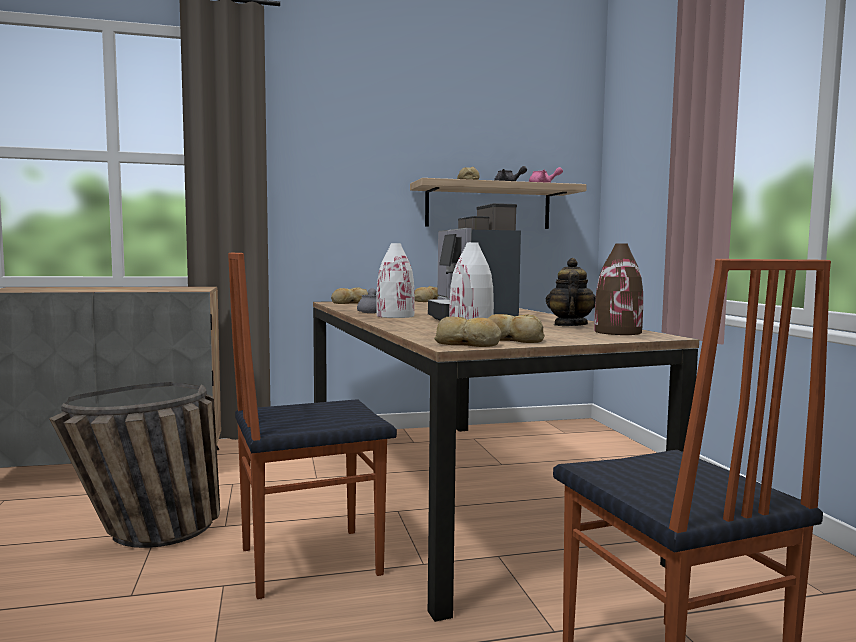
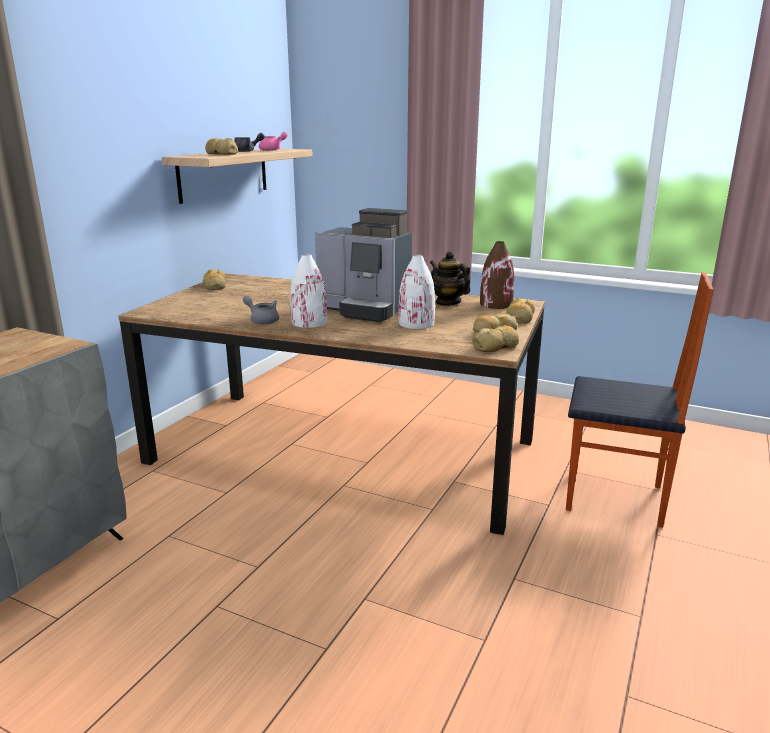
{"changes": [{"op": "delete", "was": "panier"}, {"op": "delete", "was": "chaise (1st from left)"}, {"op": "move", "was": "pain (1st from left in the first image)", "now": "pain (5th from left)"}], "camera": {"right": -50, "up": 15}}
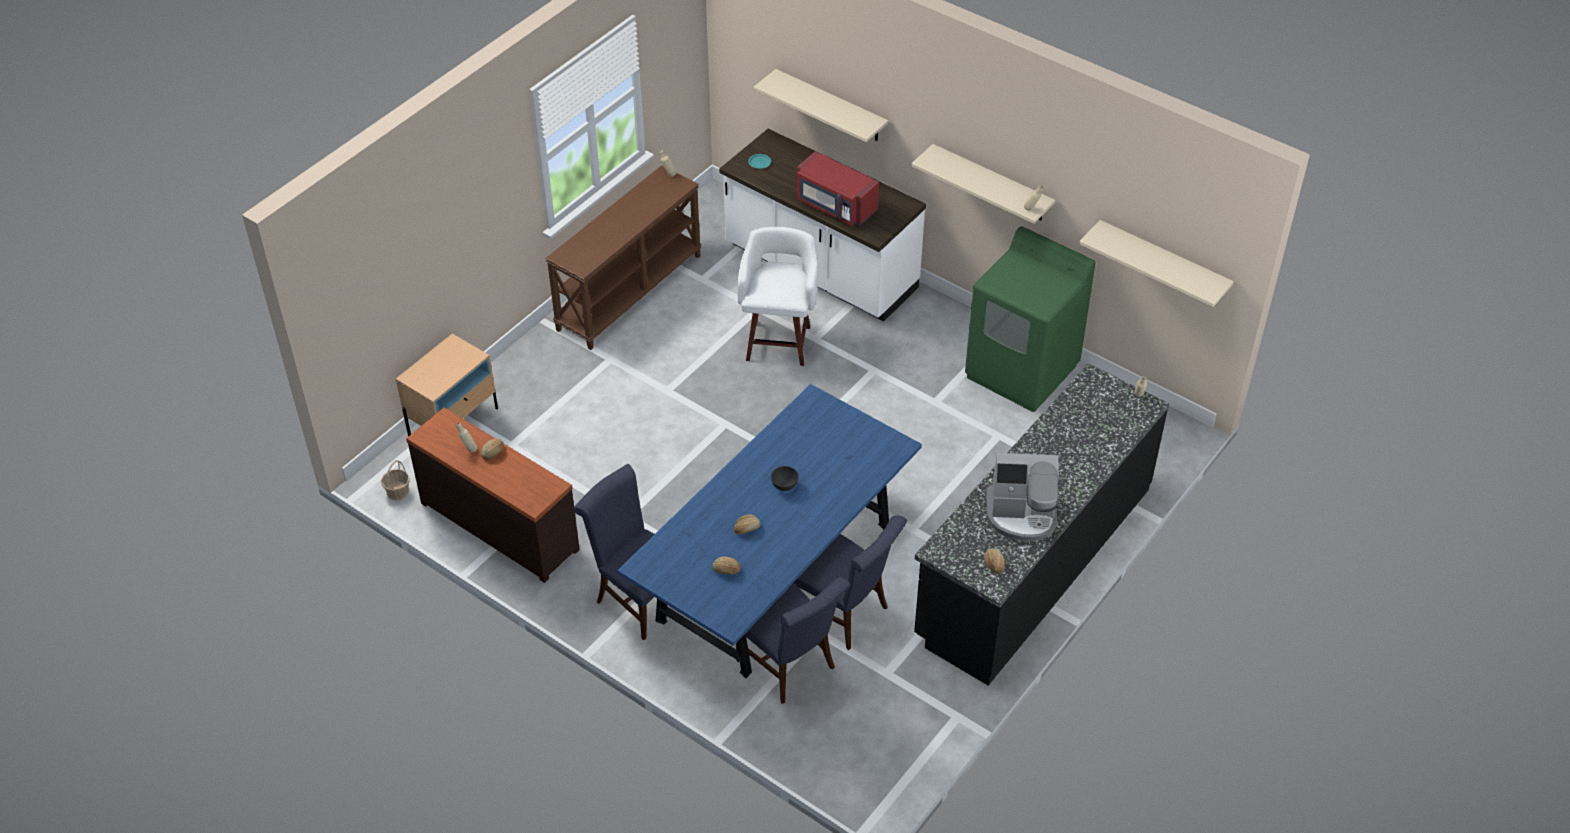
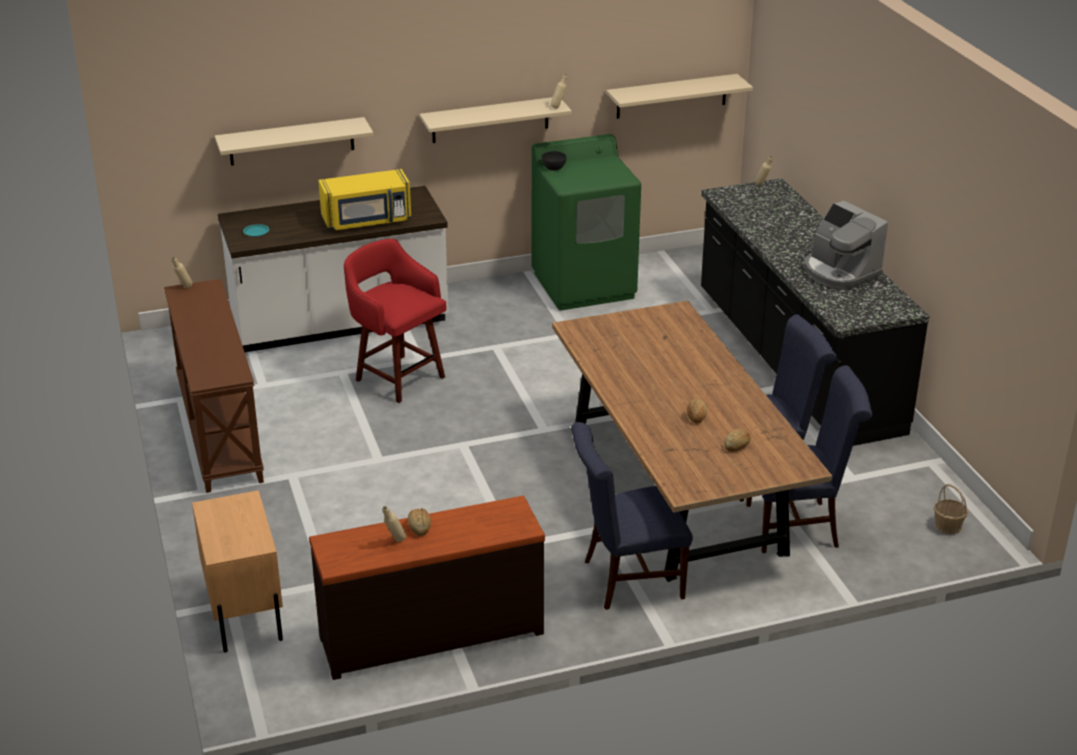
{"changes": [{"op": "move", "was": "panier"}, {"op": "recolor", "was": "table à manger [bleu]", "now": "table à manger [marron]"}, {"op": "recolor", "was": "tabouret [blanc]", "now": "tabouret [rouge]"}, {"op": "move", "was": "bol [gris]"}, {"op": "recolor", "was": "micro-ondes [rouge]", "now": "micro-ondes [jaune]"}, {"op": "delete", "was": "pain (4th from left)"}, {"op": "rotate", "was": "machine à café", "clockwise": 105}], "camera": {"right": -55, "up": -15}}
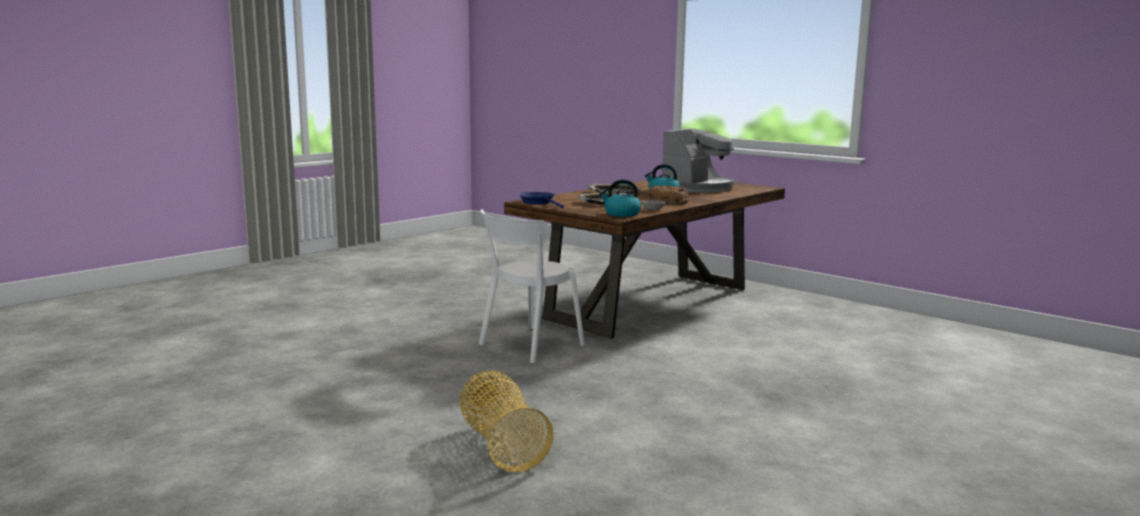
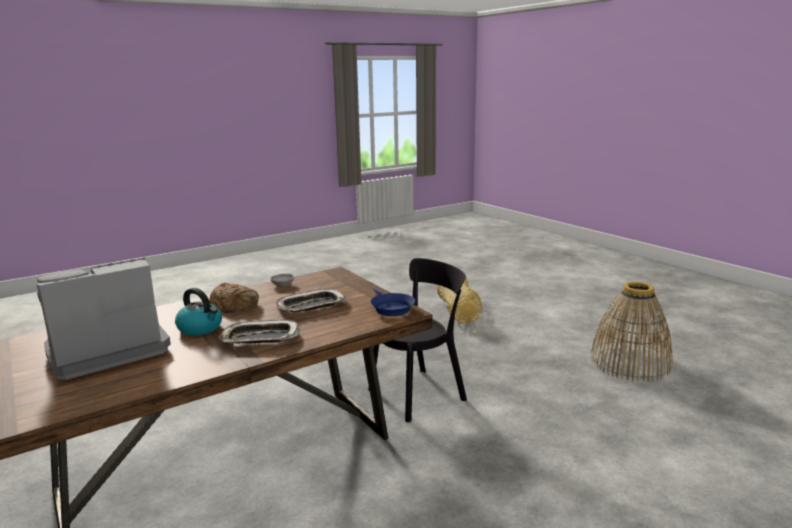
{"changes": [{"op": "recolor", "was": "chaise [blanc]", "now": "chaise [noir]"}, {"op": "delete", "was": "bouilloire (1st from left)"}, {"op": "insert", "now": "panier (2nd from left)"}], "camera": {"right": -165, "up": 5}}
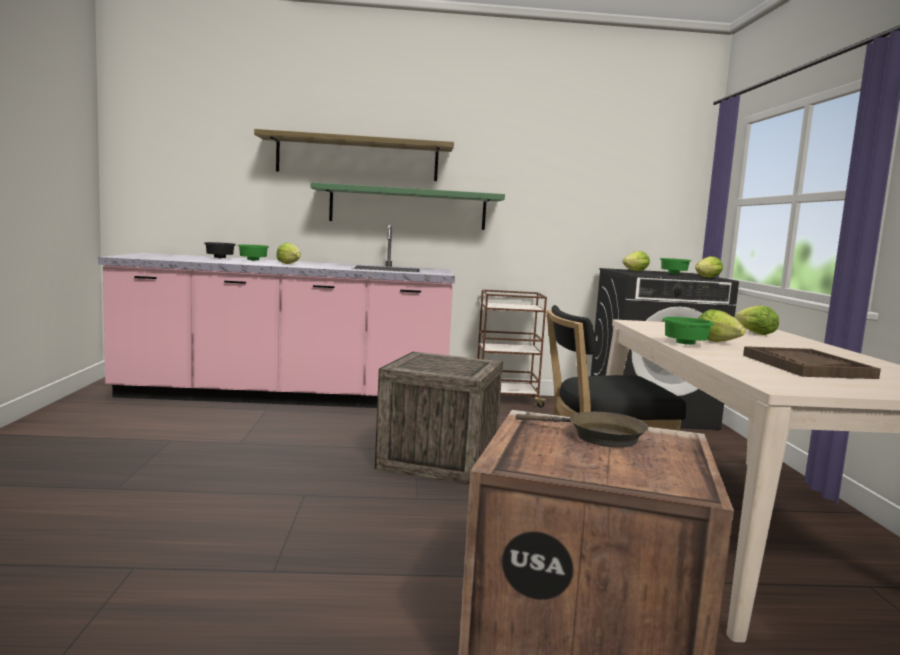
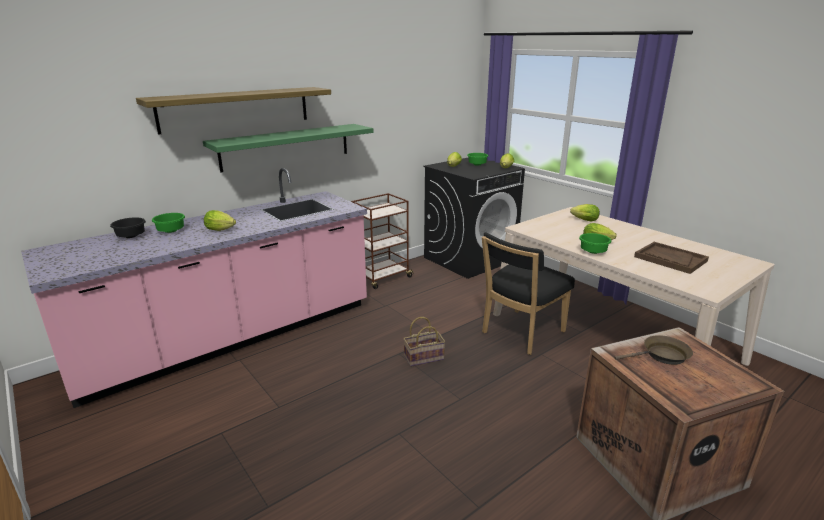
{"changes": [{"op": "replace", "was": "caisse (1st from left)", "now": "panier"}], "camera": {"right": -35, "up": 15}}
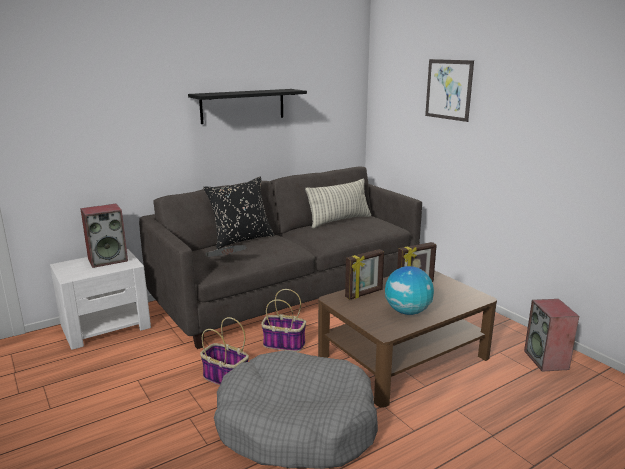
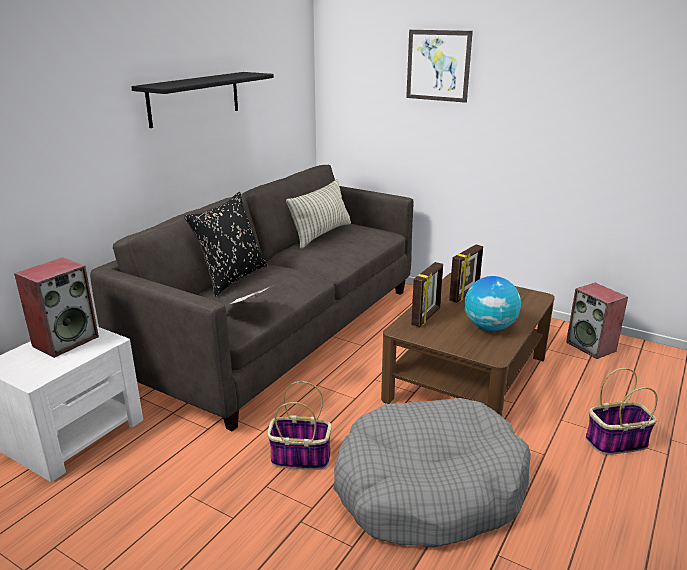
{"changes": [{"op": "move", "was": "panier (2nd from left)"}], "camera": {"right": -25, "up": 5}}
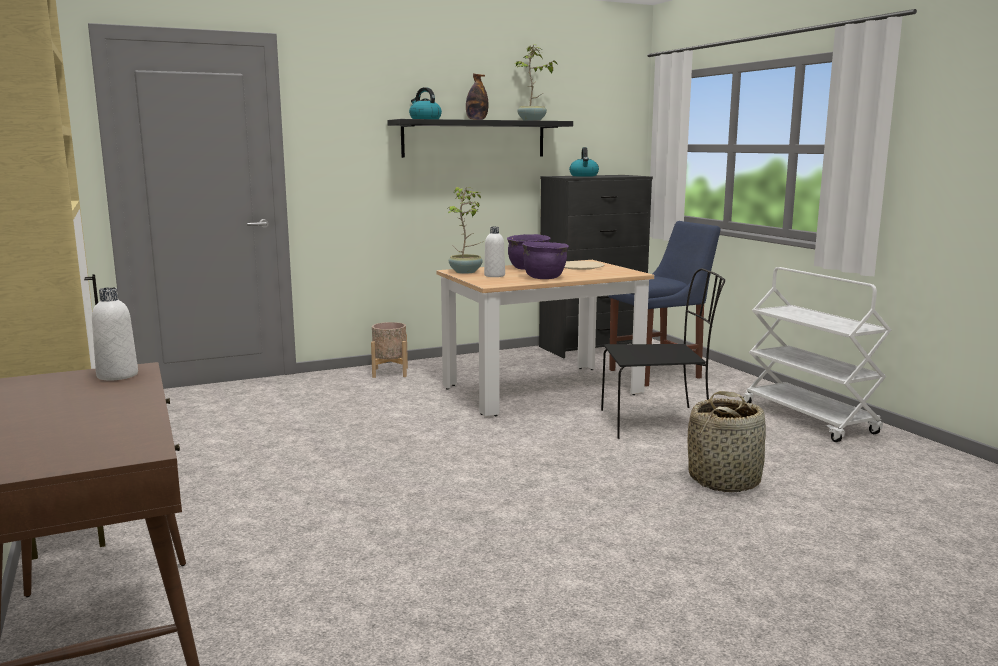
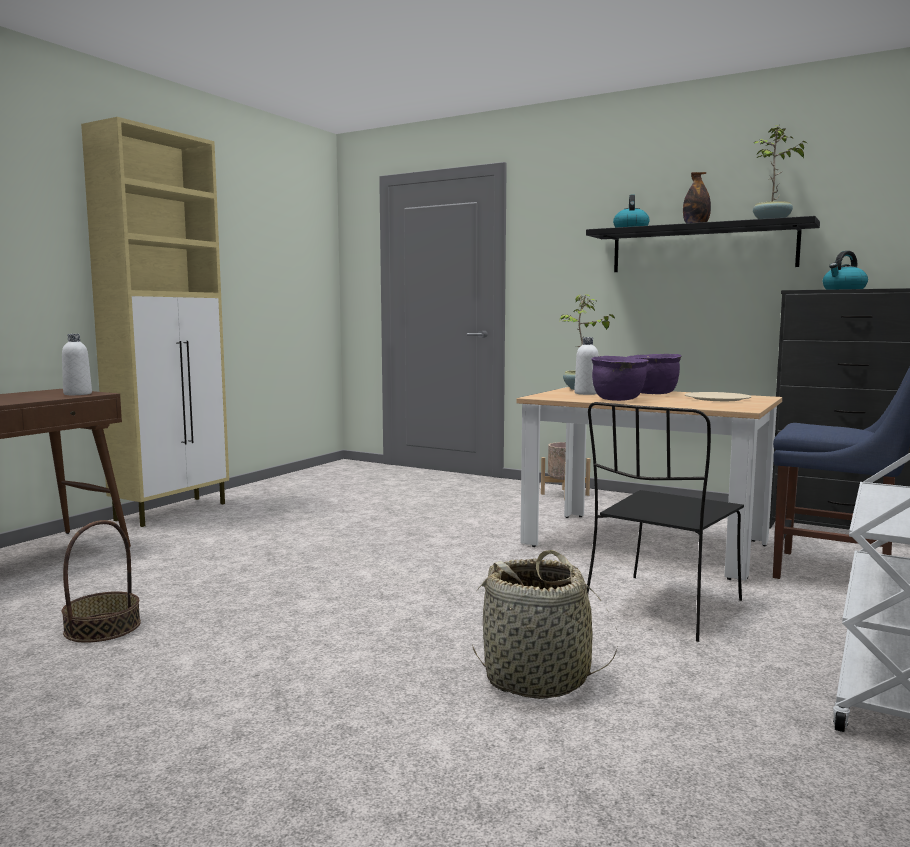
{"changes": [{"op": "rotate", "was": "chaise [noir]", "clockwise": 75}, {"op": "insert", "now": "panier (1st from left)"}], "camera": {"right": 55, "up": -5}}
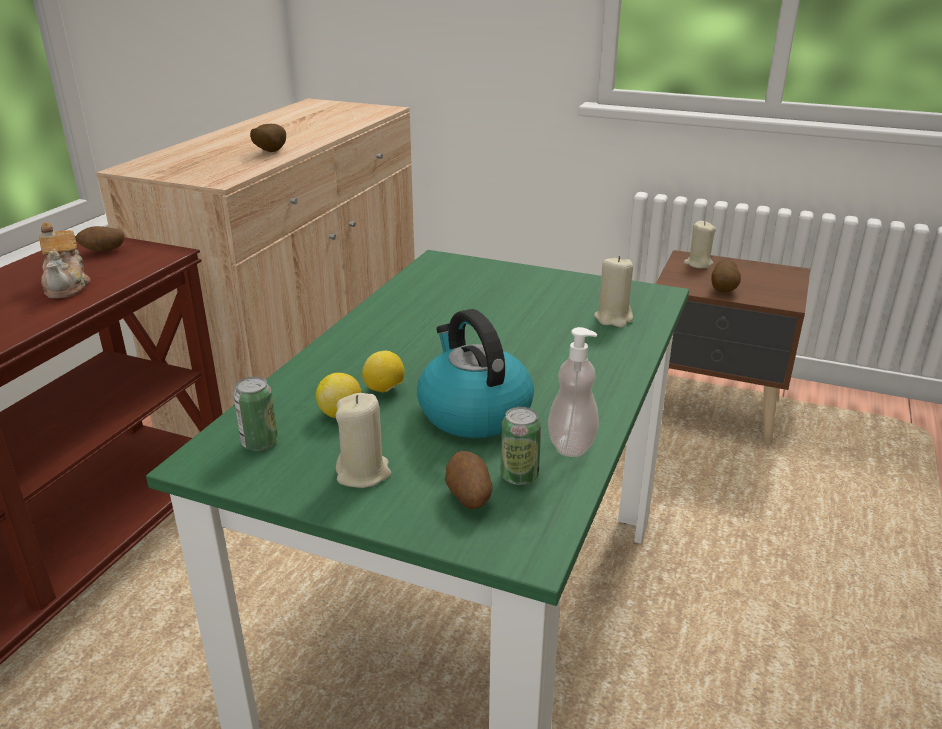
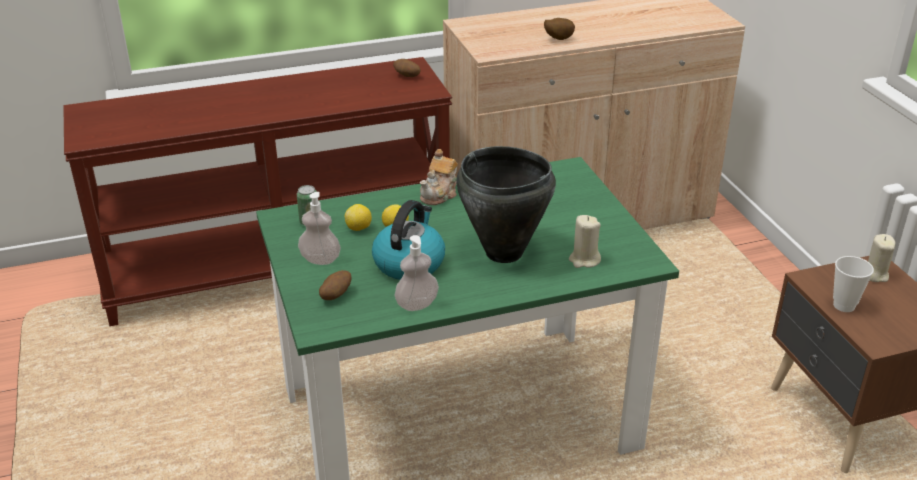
{"changes": [{"op": "move", "was": "théière"}, {"op": "replace", "was": "bougie [beige] (1st from left)", "now": "distributeur de savon (1st from left)"}, {"op": "delete", "was": "boîte métallique (2nd from left)"}, {"op": "replace", "was": "pomme de terre (4th from left)", "now": "tasse"}, {"op": "insert", "now": "marmite [noir]"}], "camera": {"right": 50, "up": 5}}
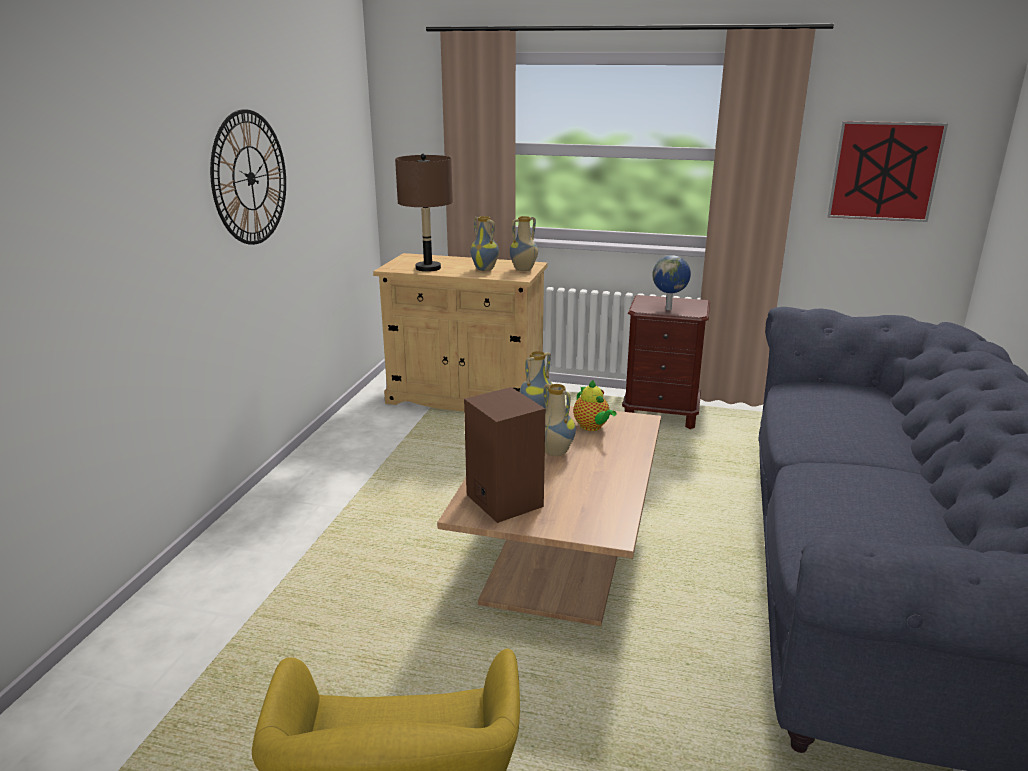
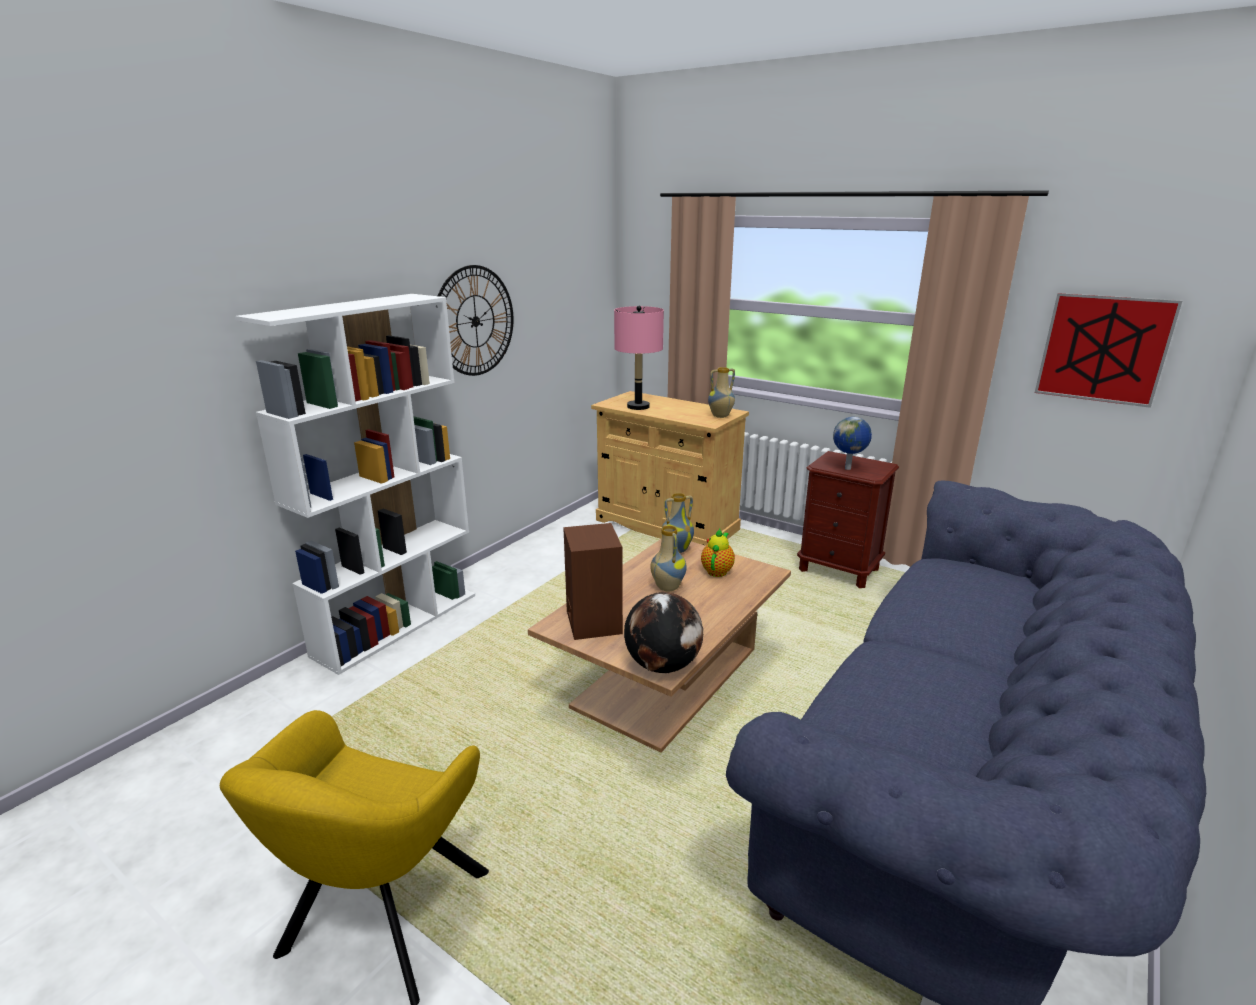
{"changes": [{"op": "recolor", "was": "lampe de table [marron]", "now": "lampe de table [rose]"}, {"op": "delete", "was": "vase (1st from left)"}, {"op": "rotate", "was": "théière", "clockwise": -150}, {"op": "insert", "now": "bibliothèque [blanc]"}, {"op": "insert", "now": "globe (1st from left)"}], "camera": {"right": 20, "up": 0}}
